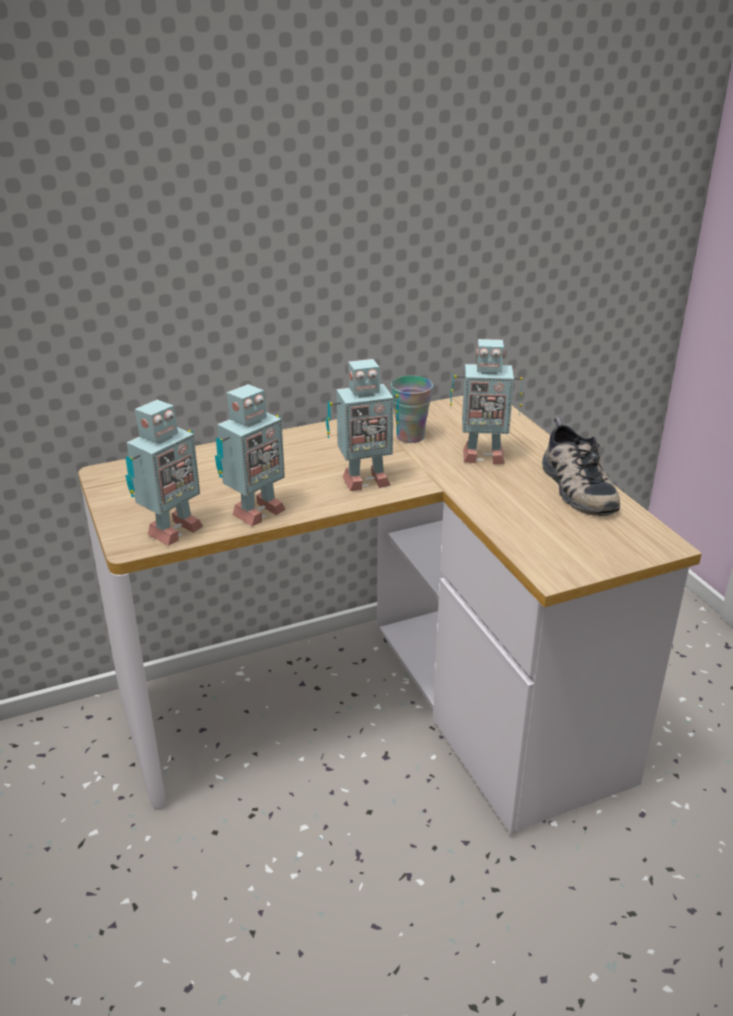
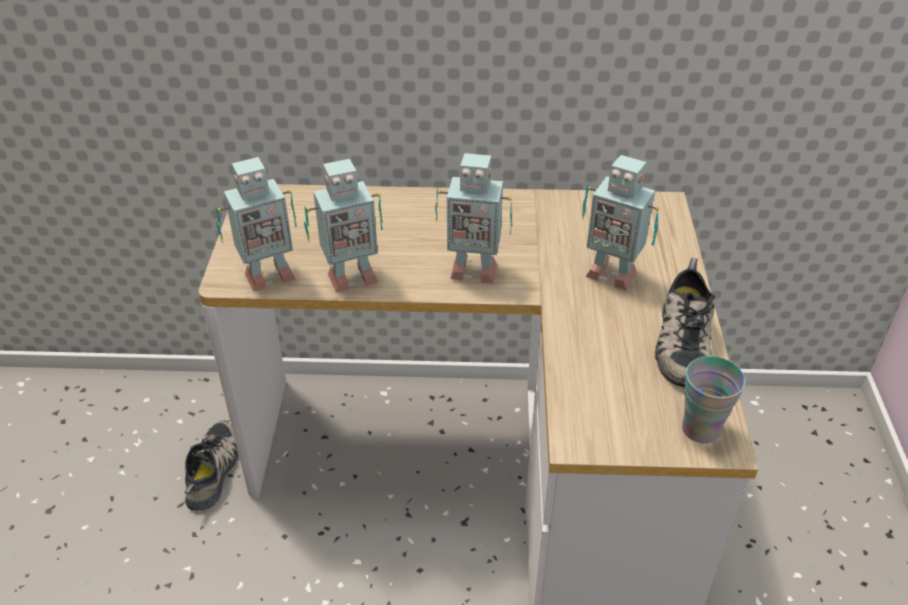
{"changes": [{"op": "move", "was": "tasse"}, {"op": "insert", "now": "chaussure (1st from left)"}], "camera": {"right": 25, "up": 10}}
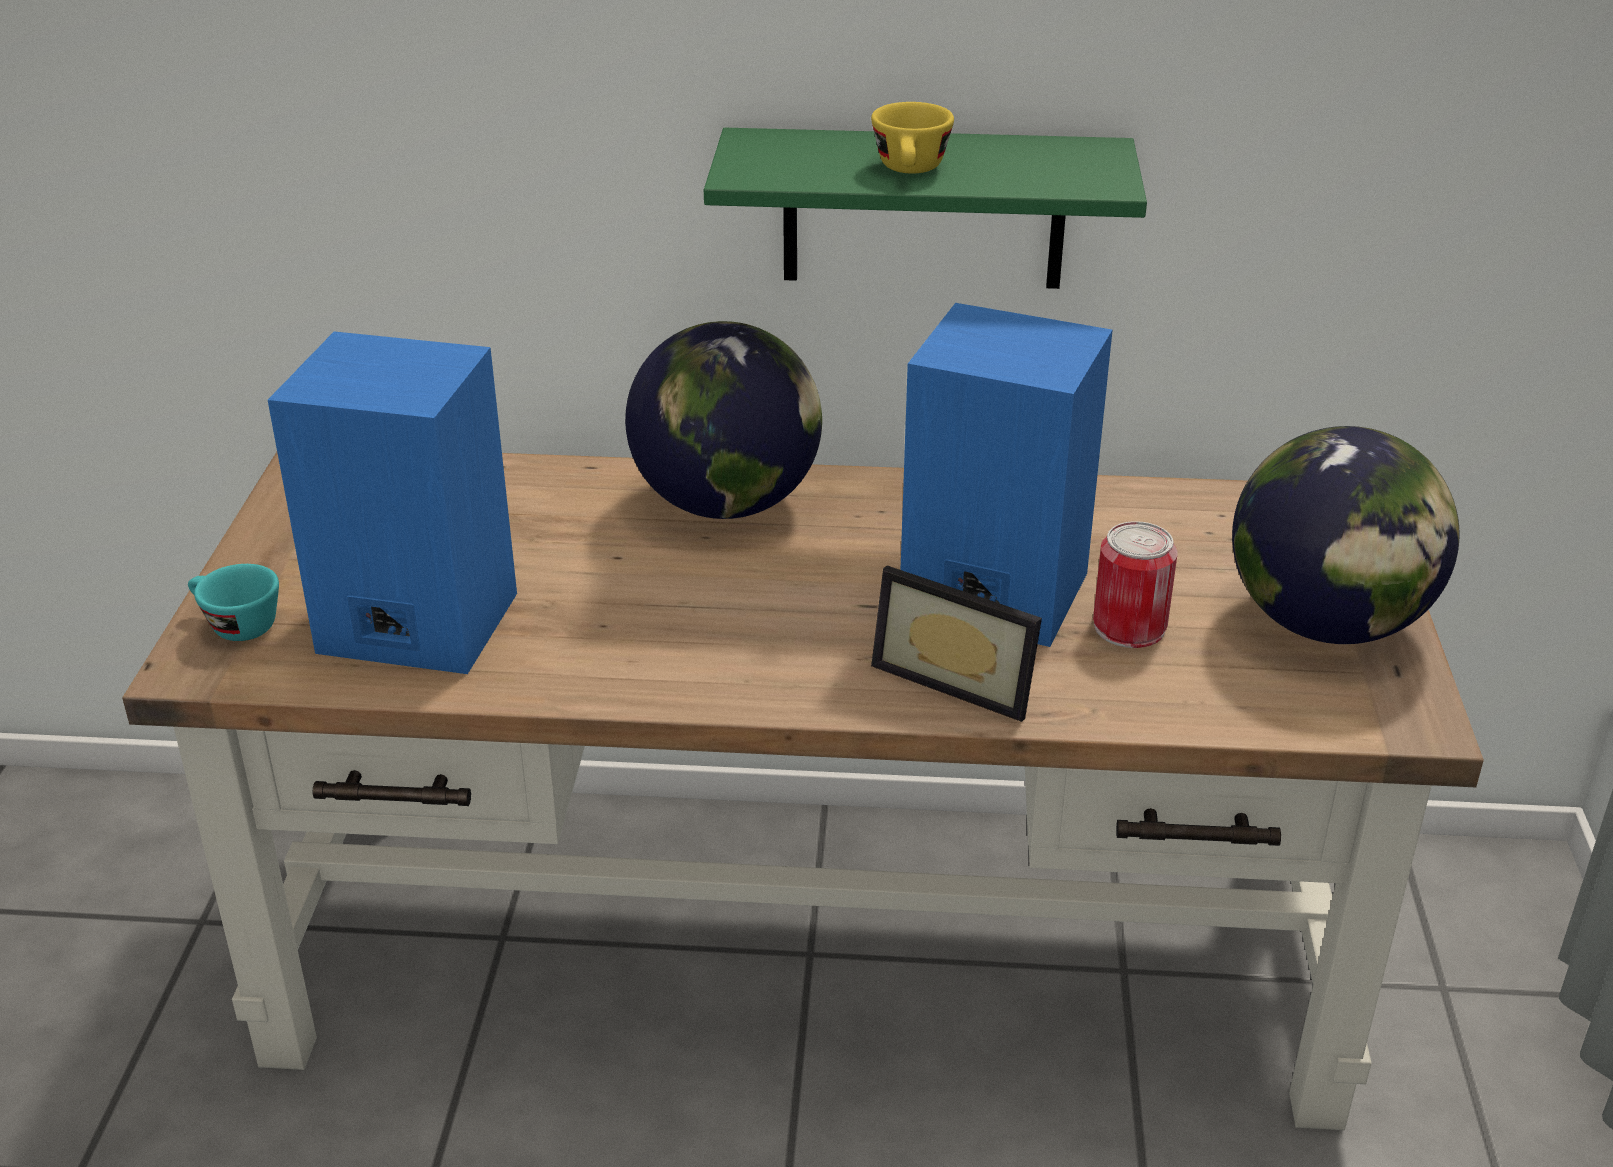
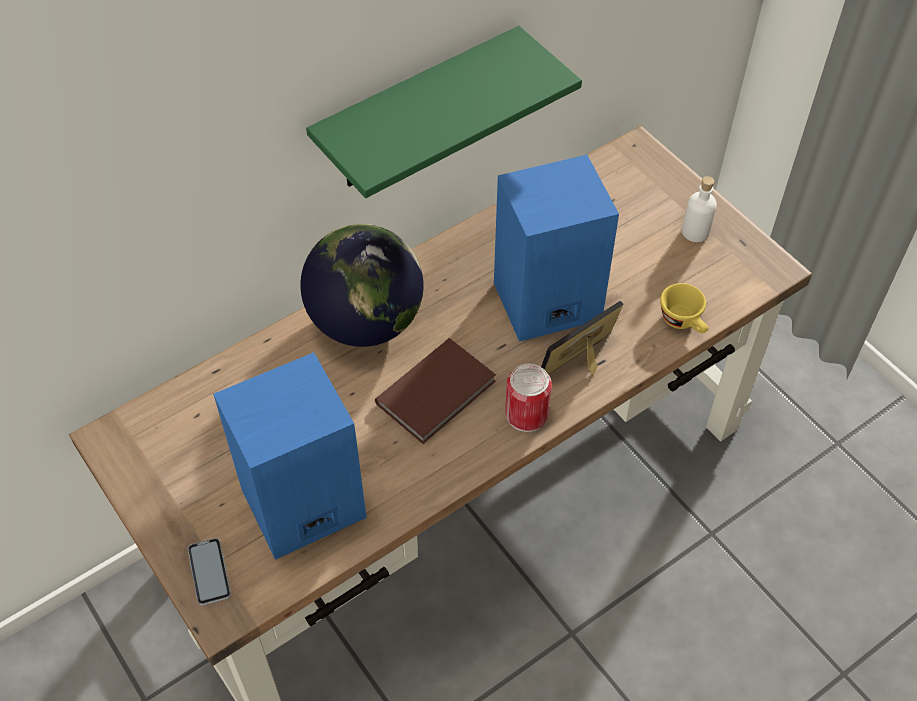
{"changes": [{"op": "replace", "was": "tasse [turquoise]", "now": "téléphone"}, {"op": "move", "was": "tasse [jaune]"}, {"op": "rotate", "was": "cadre photo", "clockwise": 150}, {"op": "move", "was": "boîte métallique"}, {"op": "replace", "was": "globe (2nd from left)", "now": "bouteille [blanc]"}, {"op": "insert", "now": "livre [marron]"}], "camera": {"right": -40, "up": 20}}
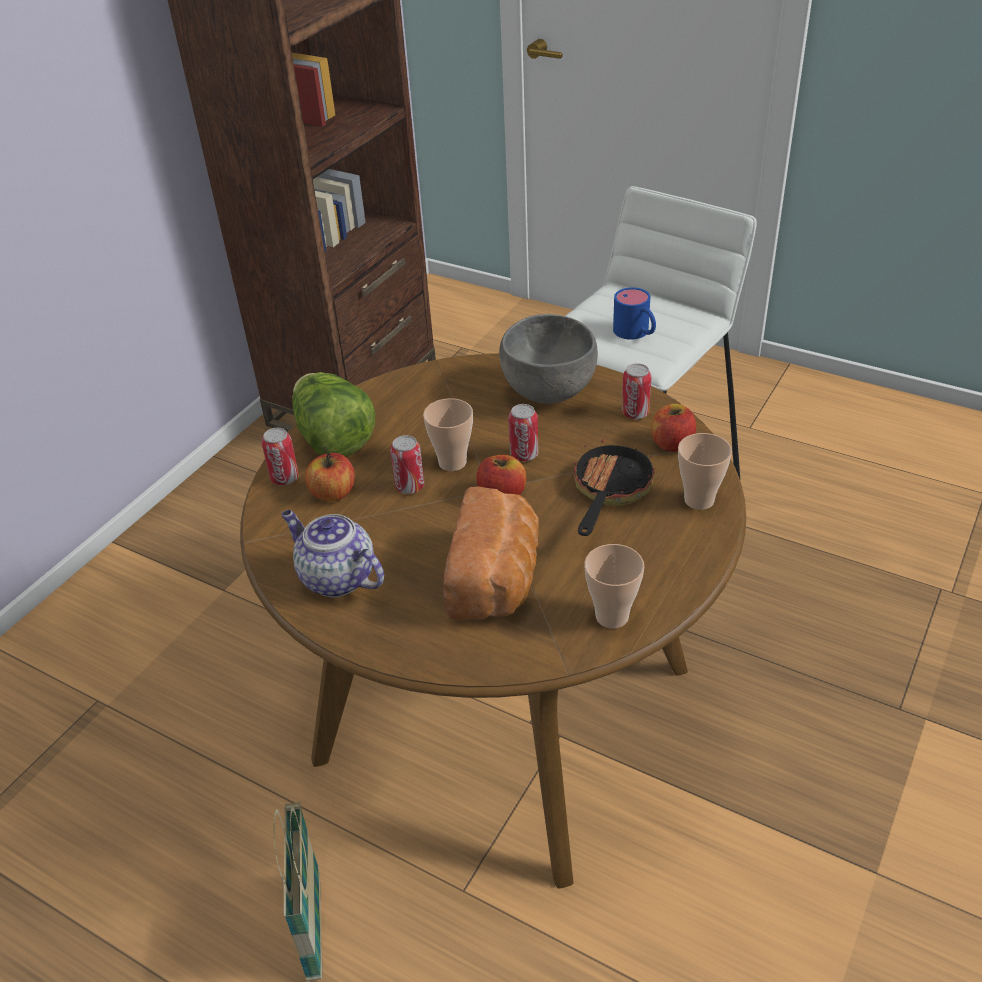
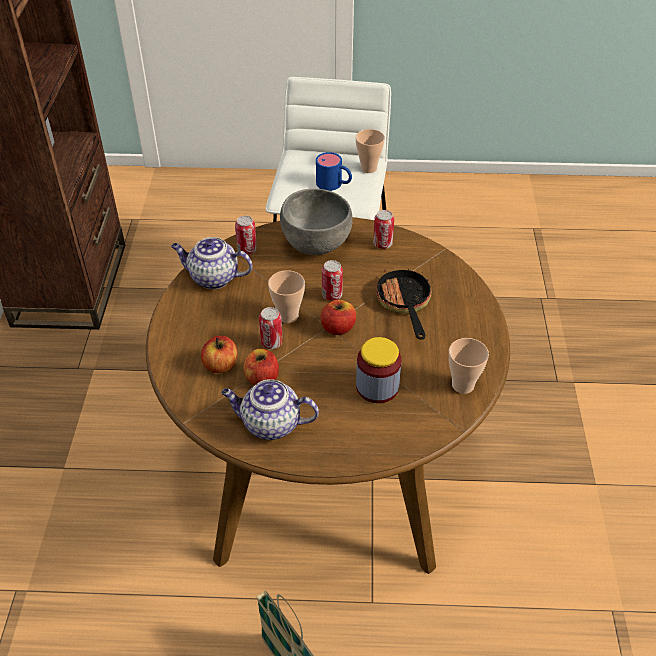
{"changes": [{"op": "move", "was": "boîte métallique (1st from left)"}, {"op": "delete", "was": "laitue"}, {"op": "replace", "was": "pain", "now": "bocal"}, {"op": "move", "was": "pomme (3rd from left in the first image)", "now": "pomme (2nd from left)"}, {"op": "move", "was": "tasse (3rd from left in the first image)", "now": "tasse (2nd from left)"}, {"op": "insert", "now": "théière (1st from left)"}], "camera": {"right": -30, "up": 5}}
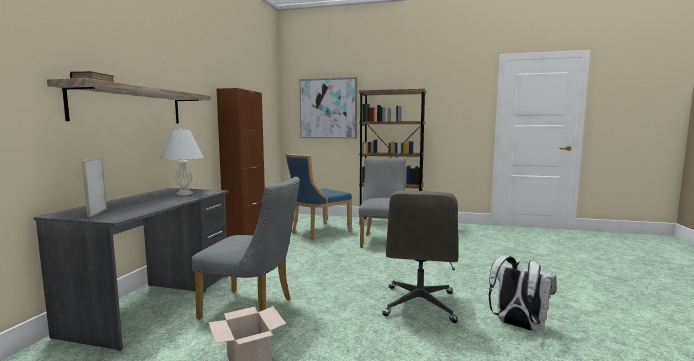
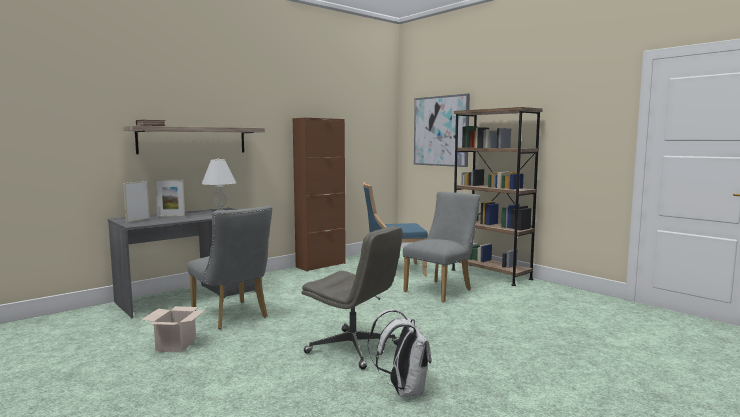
{"changes": [{"op": "rotate", "was": "chaise de bureau [gris]", "clockwise": -105}, {"op": "insert", "now": "cadre photo (2nd from left)"}], "camera": {"right": 35, "up": 0}}
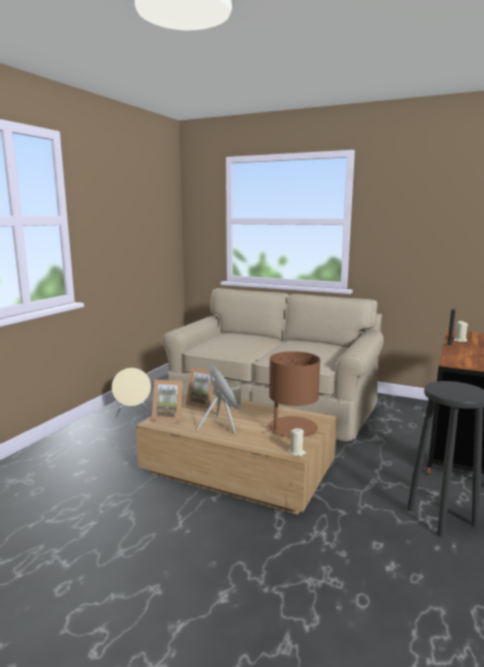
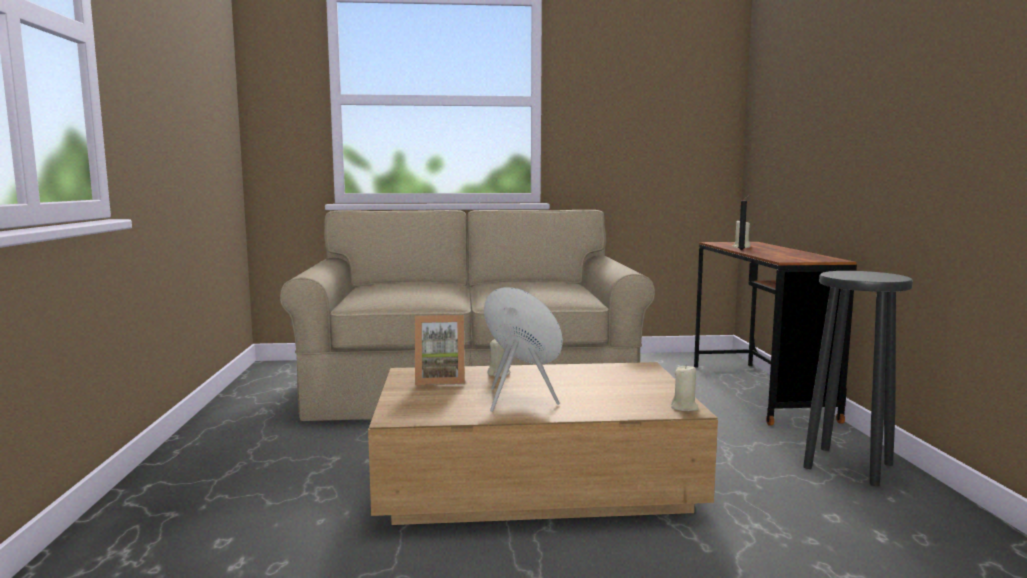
{"changes": [{"op": "delete", "was": "enceinte [beige]"}, {"op": "delete", "was": "cadre photo (1st from left)"}, {"op": "delete", "was": "lampe de table [marron]"}], "camera": {"right": -30, "up": -5}}
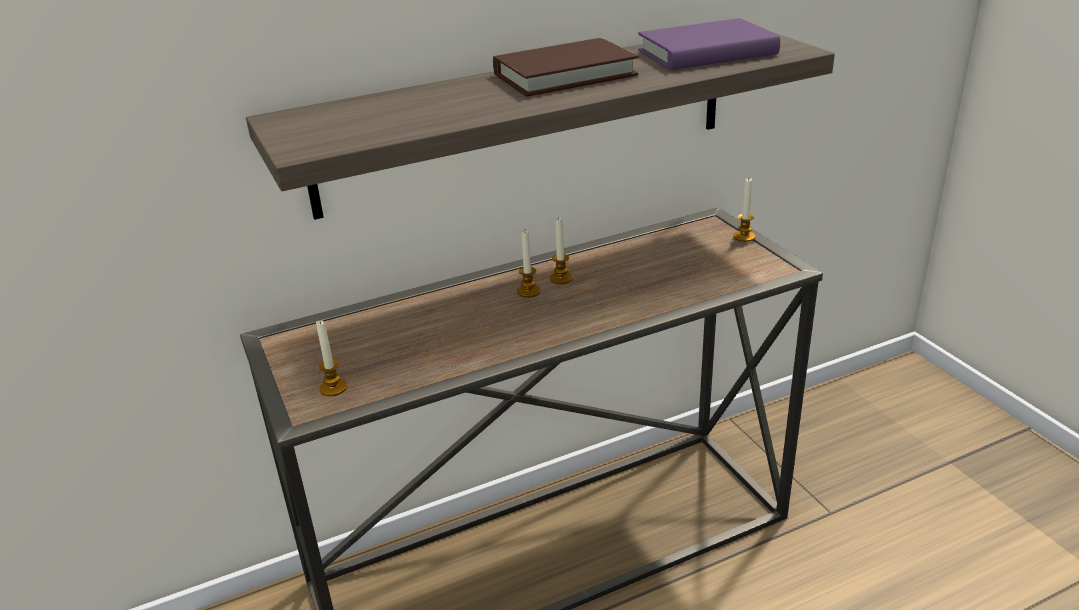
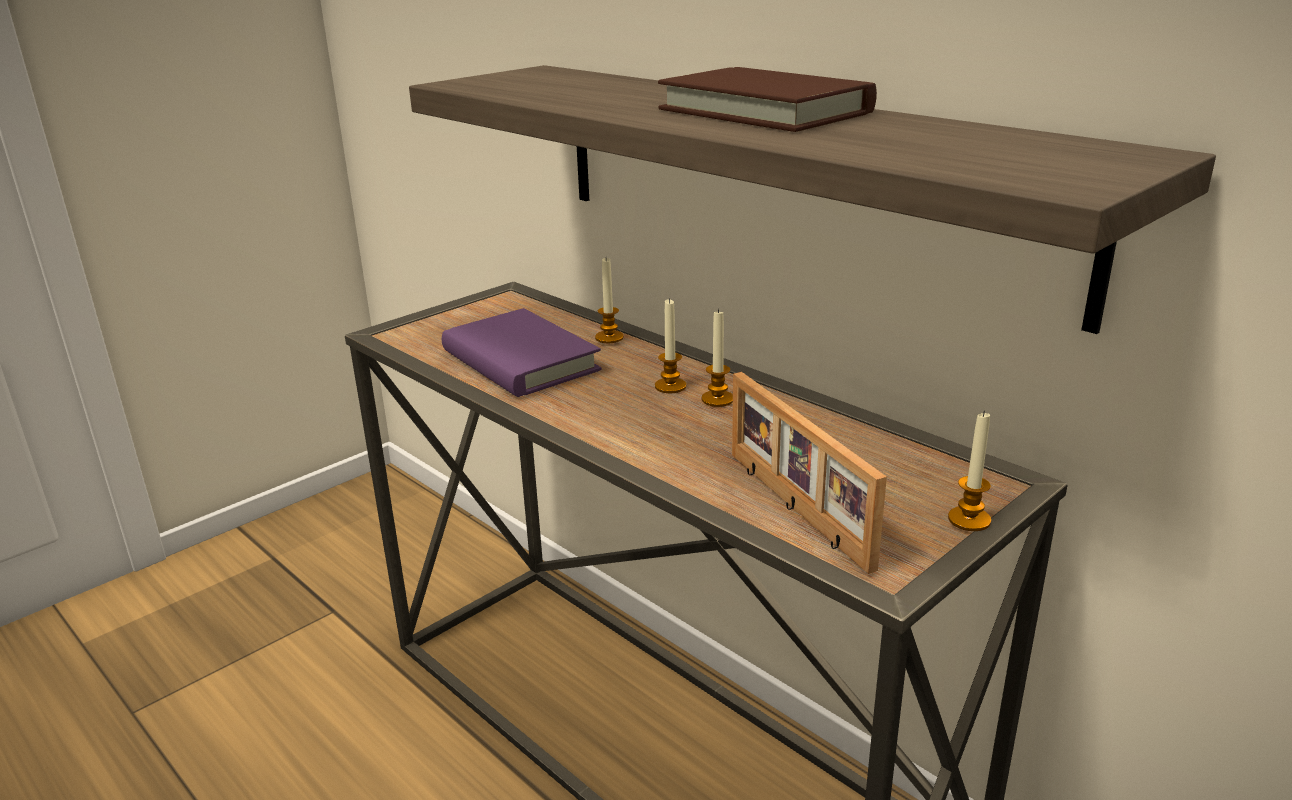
{"changes": [{"op": "move", "was": "bougie (1st from left)"}, {"op": "move", "was": "livre [violet]"}, {"op": "insert", "now": "cadre photo"}], "camera": {"right": 70, "up": -5}}
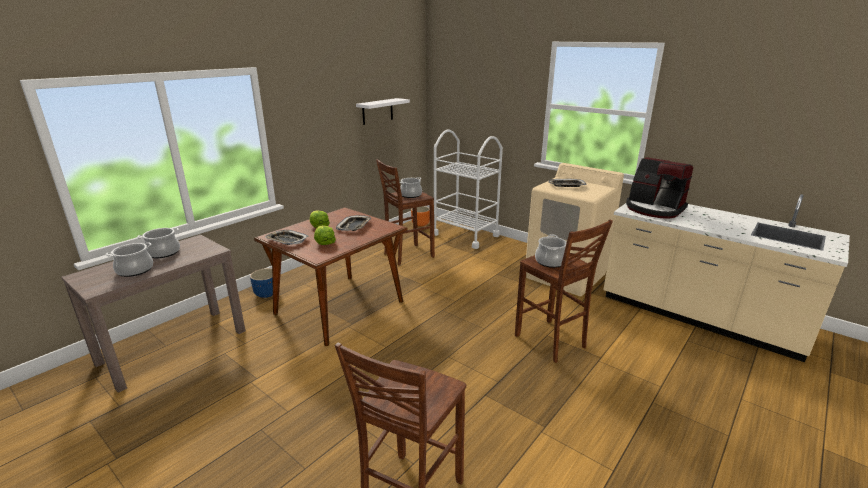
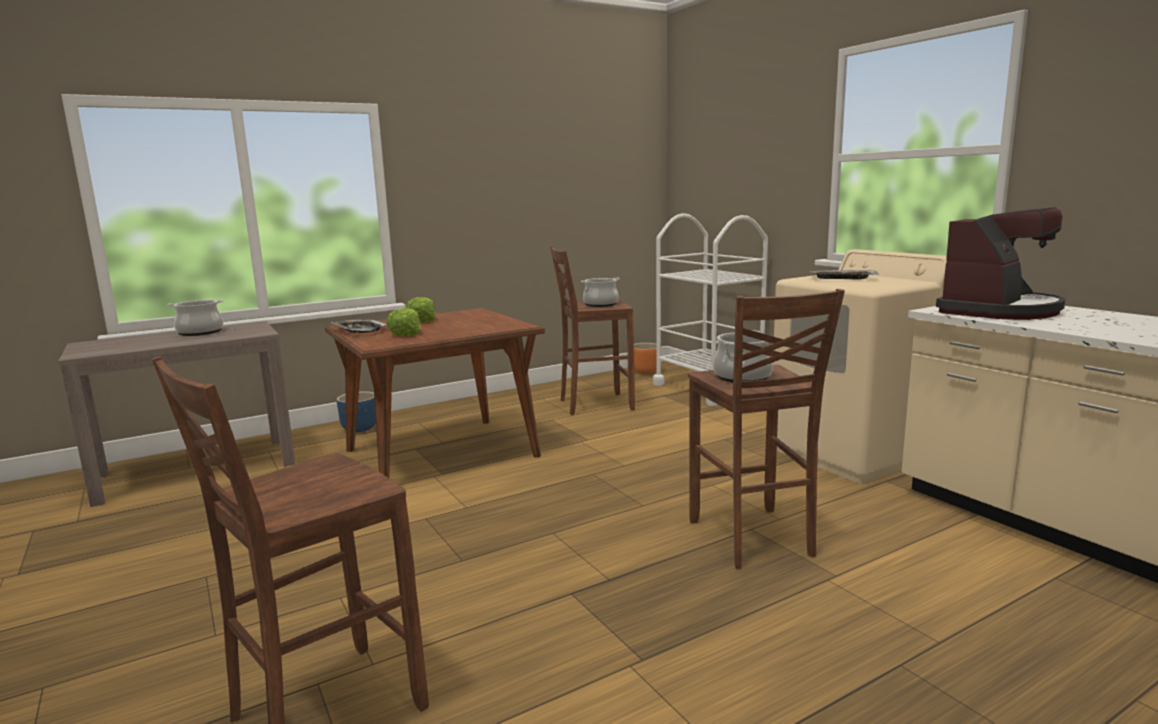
{"changes": [{"op": "delete", "was": "marmite (1st from left)"}, {"op": "delete", "was": "plateau (2nd from left)"}, {"op": "delete", "was": "étagère [blanc]"}, {"op": "rotate", "was": "machine à café", "clockwise": -105}], "camera": {"right": 20, "up": -10}}
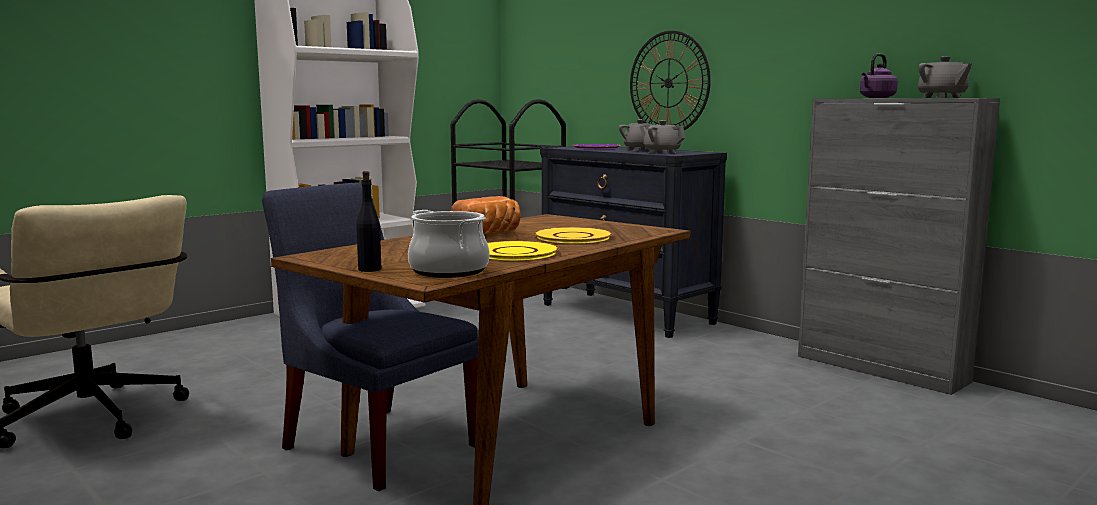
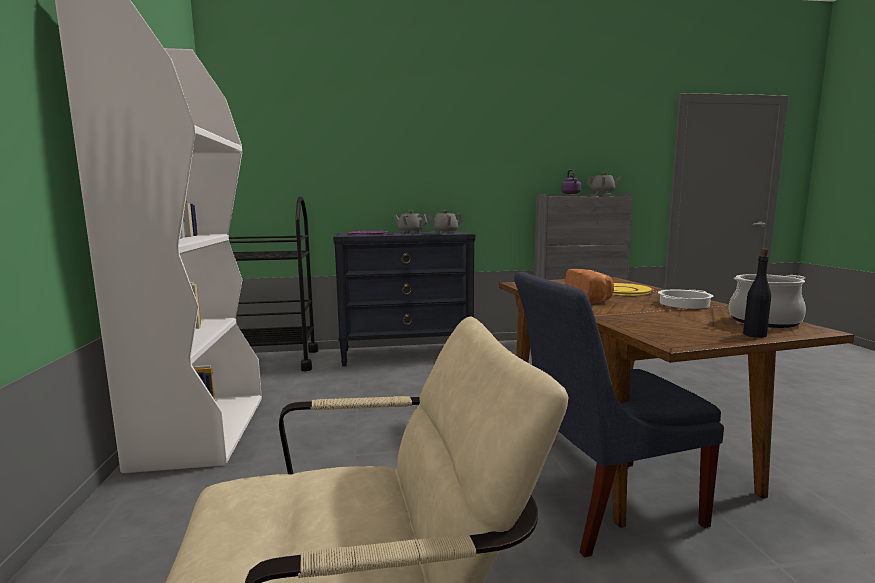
{"changes": [{"op": "replace", "was": "assiette [jaune] (1st from left)", "now": "marmite (1st from left)"}, {"op": "delete", "was": "horloge murale"}], "camera": {"right": -55, "up": 0}}
